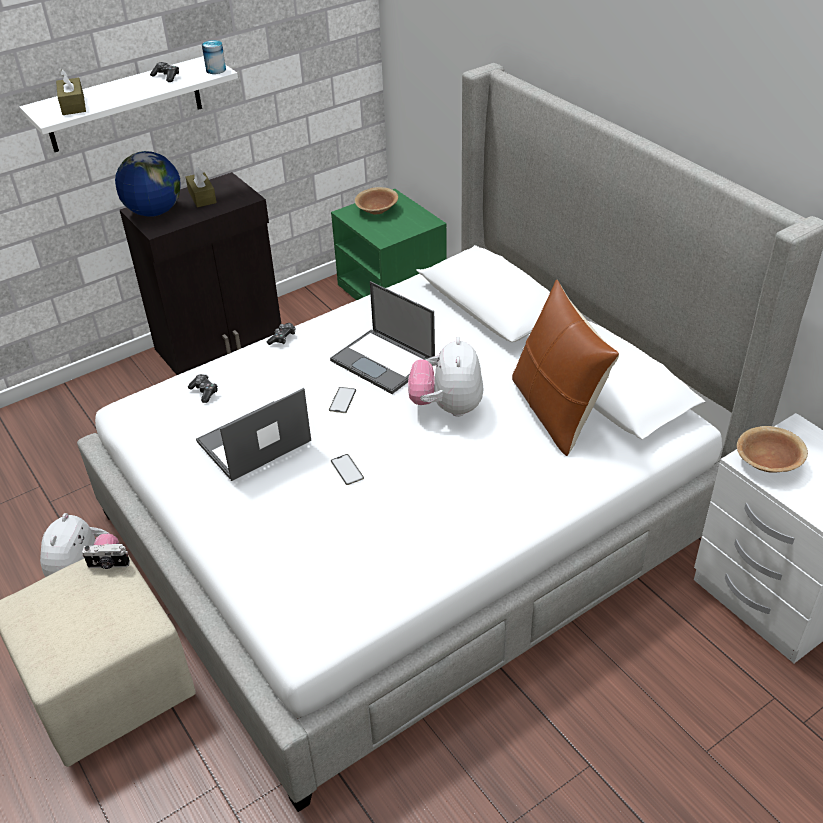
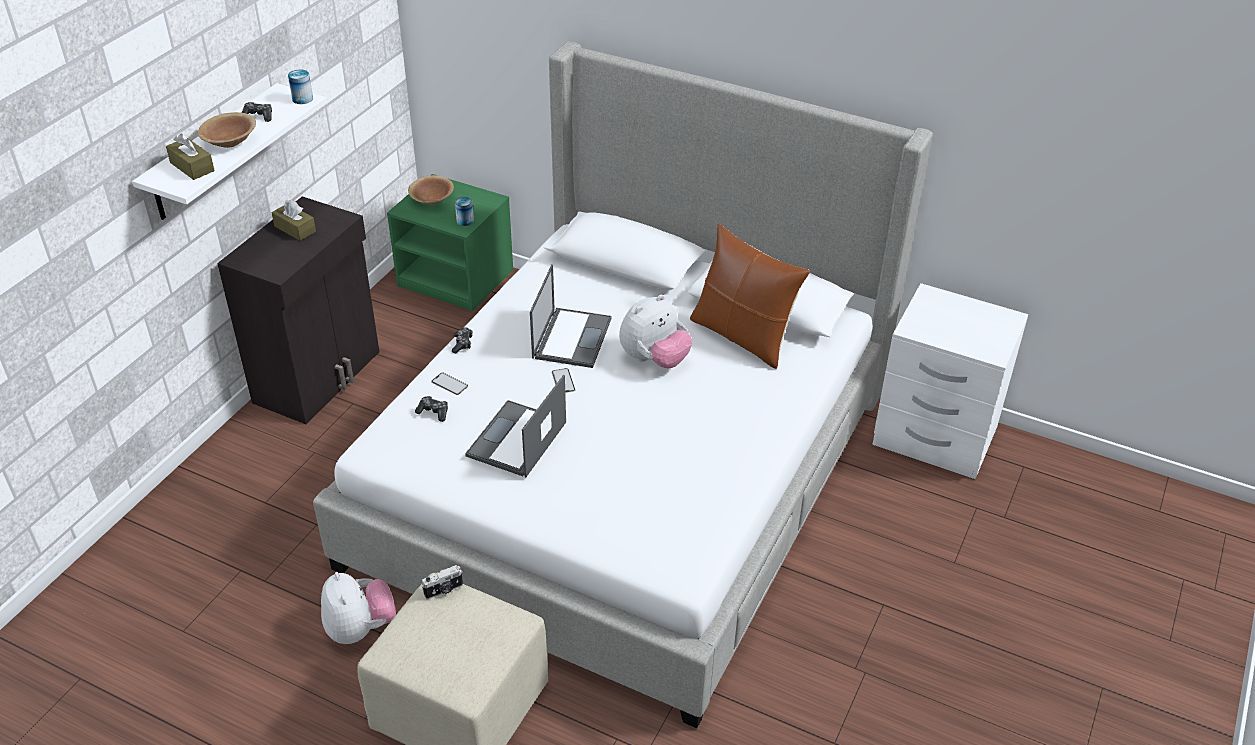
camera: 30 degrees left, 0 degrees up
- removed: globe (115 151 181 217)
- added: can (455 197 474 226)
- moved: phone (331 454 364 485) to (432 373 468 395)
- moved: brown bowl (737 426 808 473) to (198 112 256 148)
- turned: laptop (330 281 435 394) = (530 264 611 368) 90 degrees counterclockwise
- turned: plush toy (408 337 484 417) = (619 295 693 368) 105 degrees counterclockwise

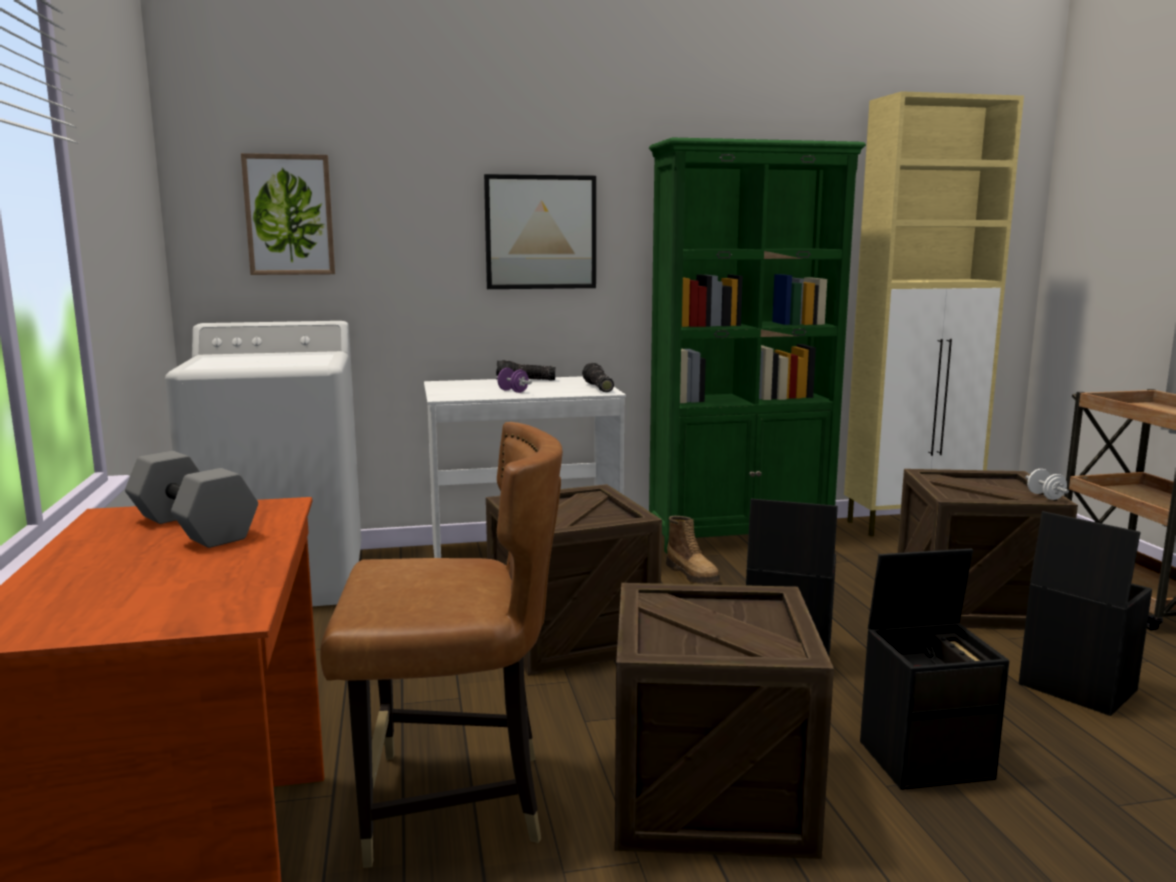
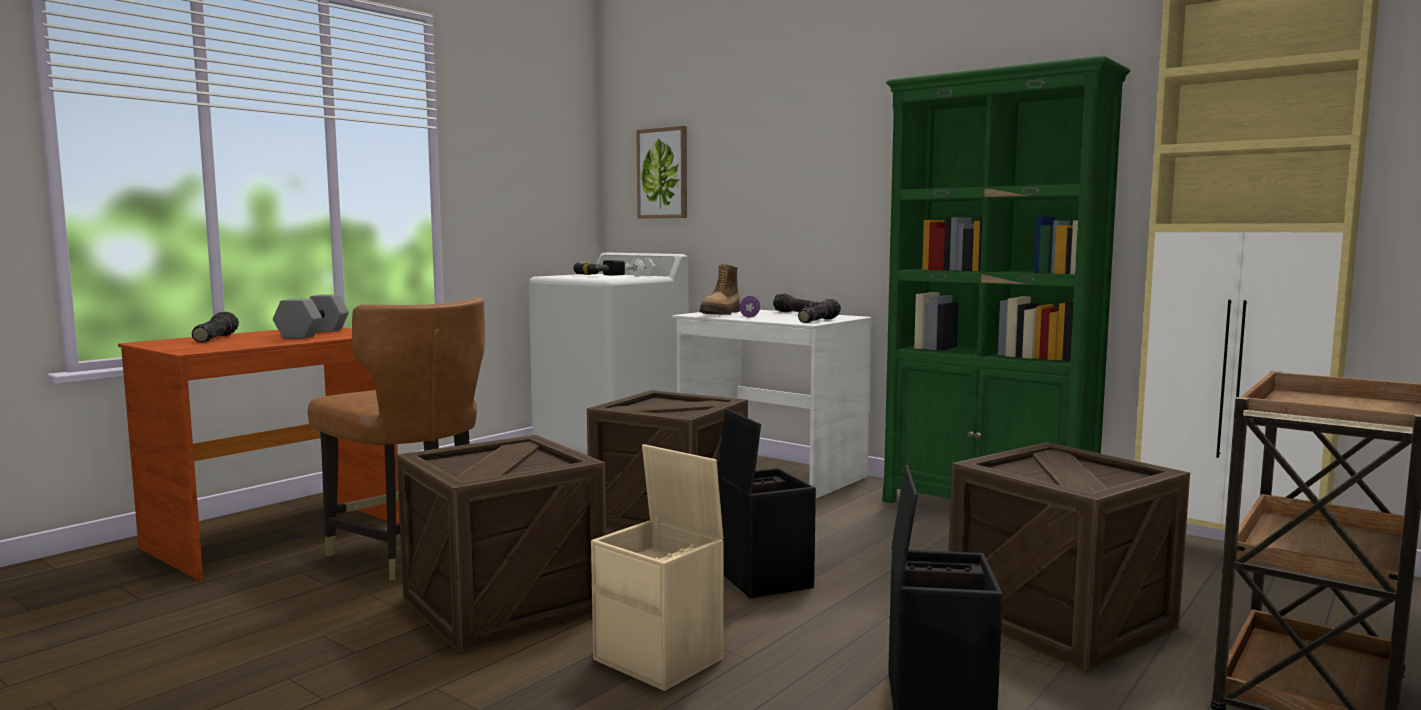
camera: 50 degrees right, 5 degrees down
- removed: picture (484 174 596 289)
- added: flashlight (192 312 239 342)
- added: power drill (573 260 625 276)
- moved: boot (666 516 720 584) to (700 264 740 315)
- moved: white dumbbell (1025 469 1069 500) to (628 258 655 277)
- recoloured: black storage box (860 549 1009 790) to beige storage box (591 444 723 691)

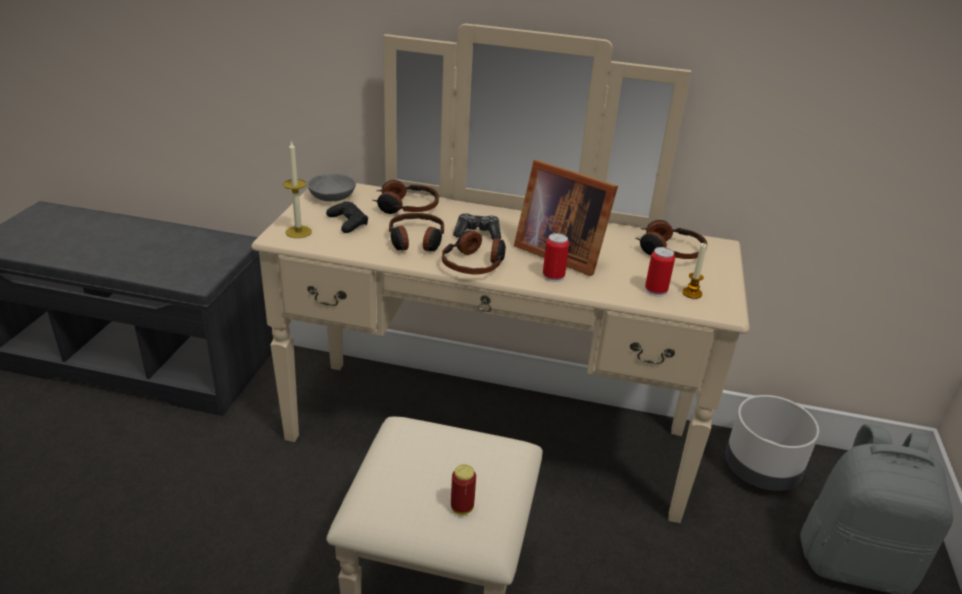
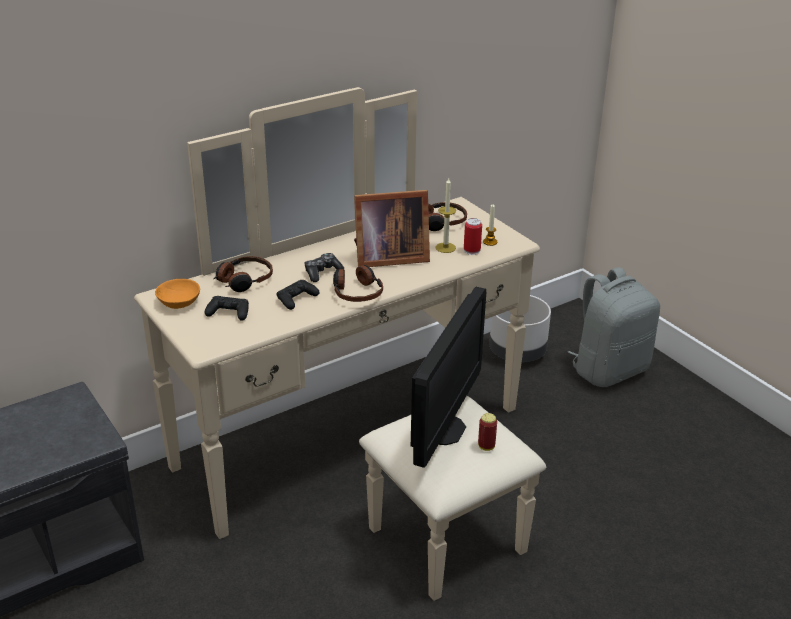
camera: 45 degrees left, 0 degrees up
- removed: can (543 233 569 282)
- added: monitor (411 287 486 468)
- moved: candle (283 141 312 238) to (435 178 456 253)
- replaced: headphones (389 213 444 251) to black game controller (277 280 319 310)
- recoloured: grey bowl (308 174 356 201) to orange bowl (155 279 200 309)

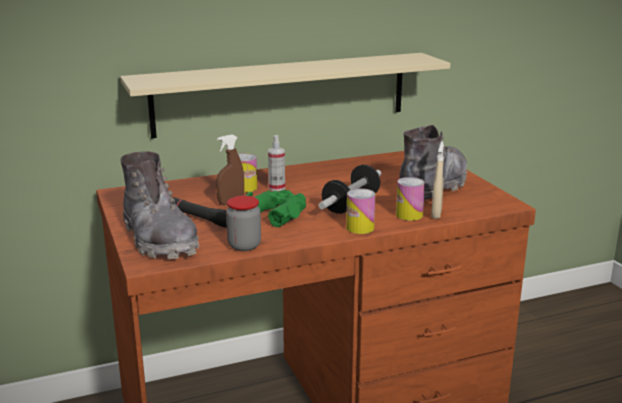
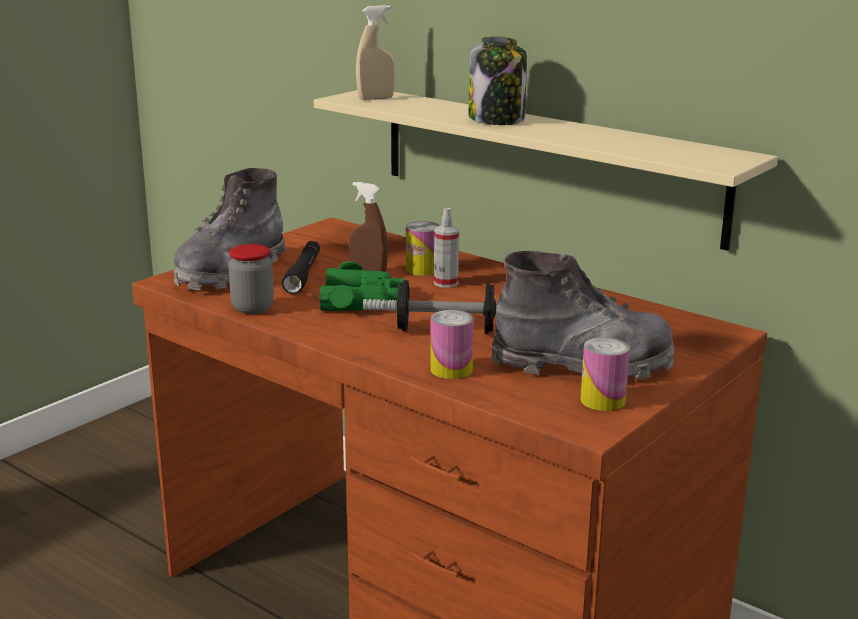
camera: 60 degrees right, 0 degrees up
- added: jar (469 36 527 125)
- moved: can (346 188 375 234) to (581 337 630 411)
- moved: beige spray bottle (431 142 444 219) to (356 5 396 100)

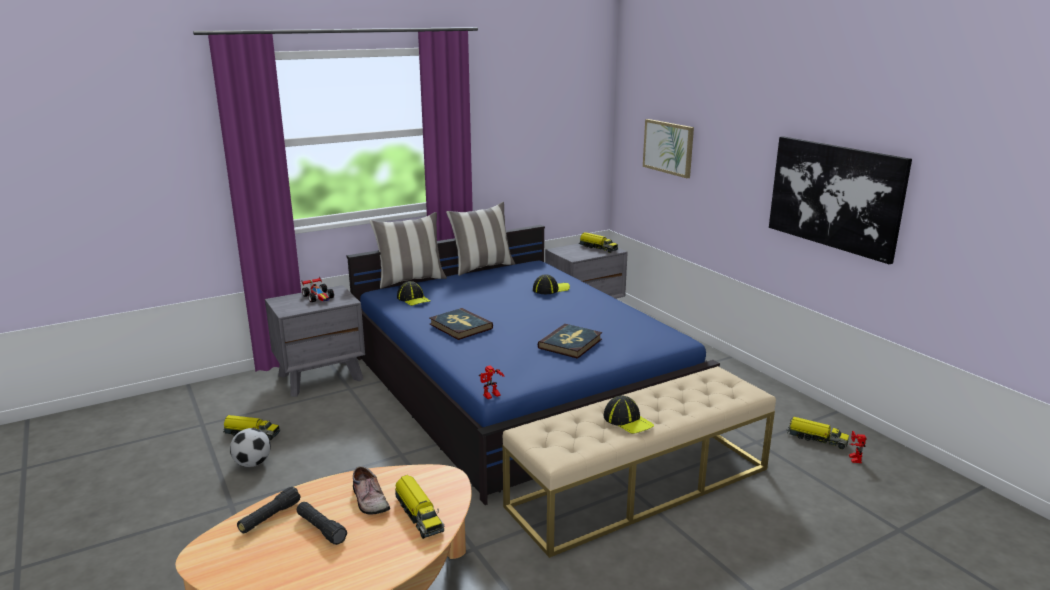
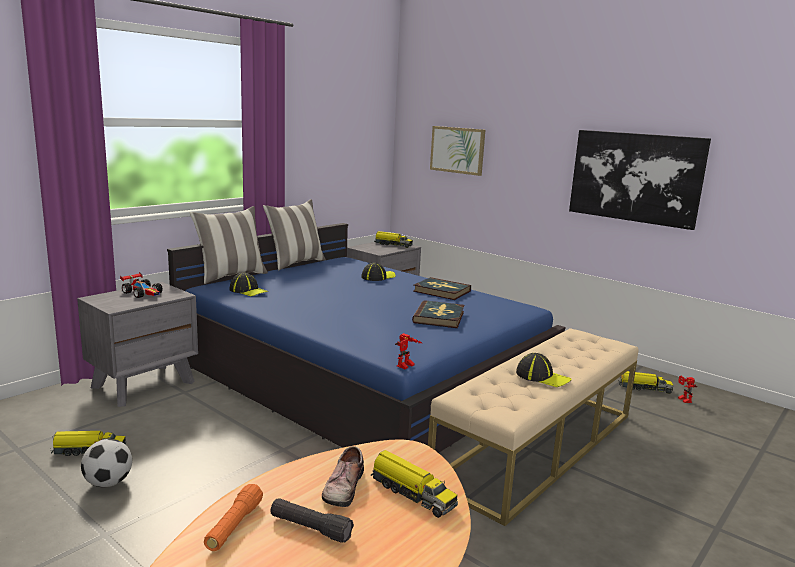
camera: 20 degrees left, 5 degrees down
- moved: book (429 308 493 340) to (414 277 471 300)
- recoloured: black flashlight (237 487 301 534) to orange flashlight (204 484 263 551)
- turned: shoe (353 466 390 515) = (322 446 364 507) 60 degrees clockwise

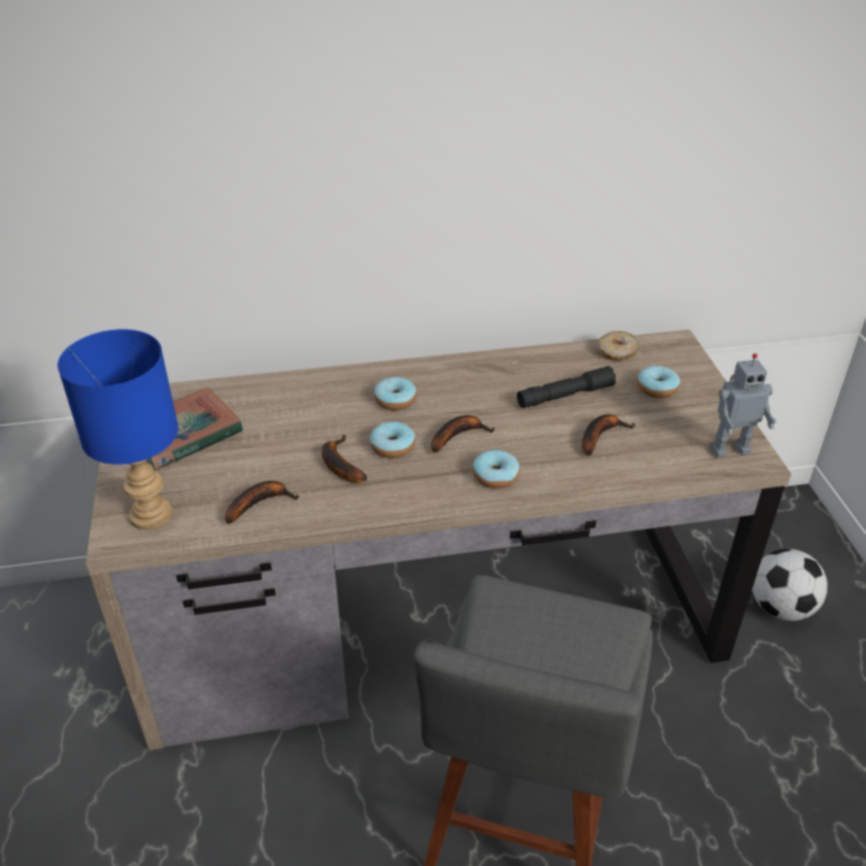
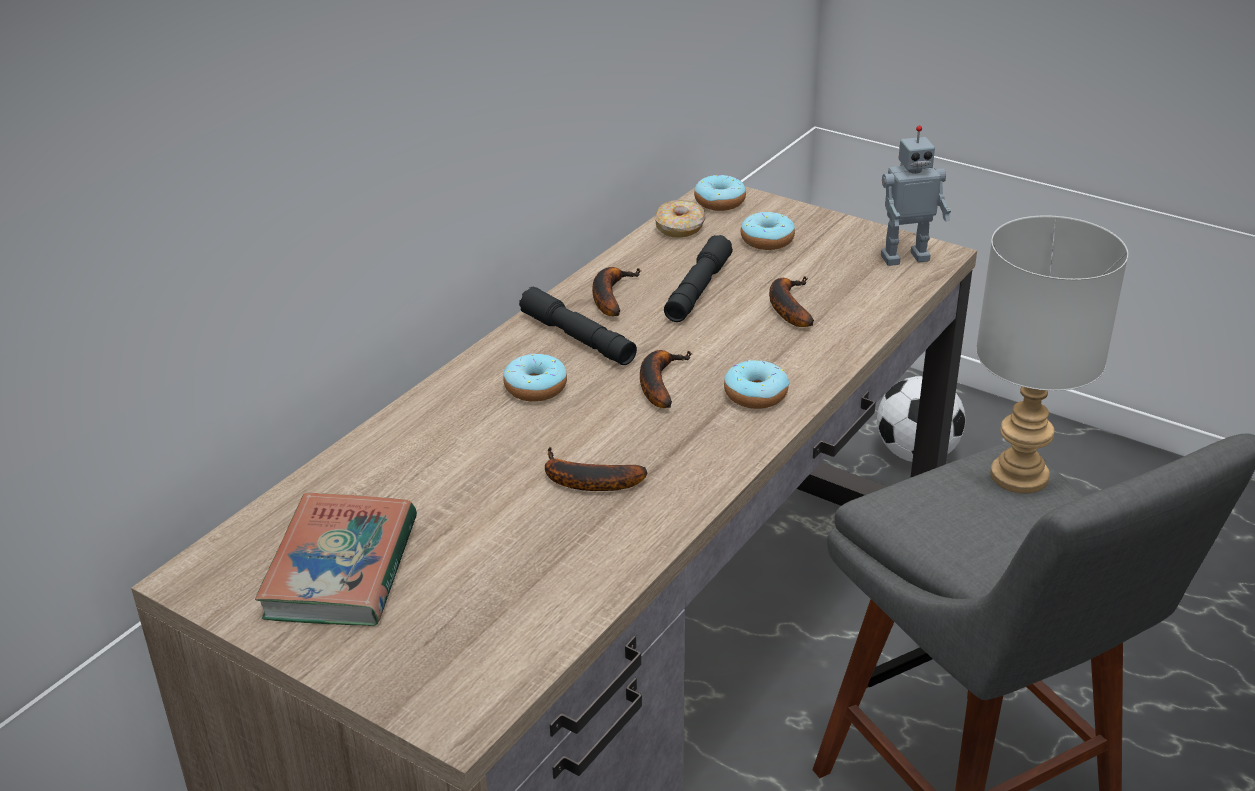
camera: 45 degrees left, 5 degrees down
- removed: blue table lamp (57 329 178 530)
- added: black flashlight (519 287 637 365)
- added: grey table lamp (976 215 1128 494)
- moved: banana (225 481 299 524) to (592 267 641 316)
- moved: donut (370 422 415 458) to (694 175 746 211)
- turned: toy robot (710 353 776 458) = (881 126 951 266) 45 degrees clockwise

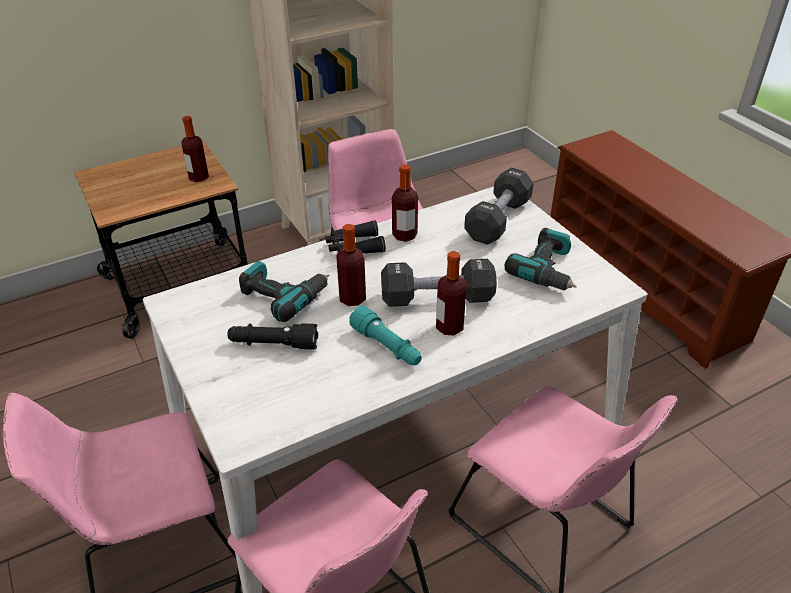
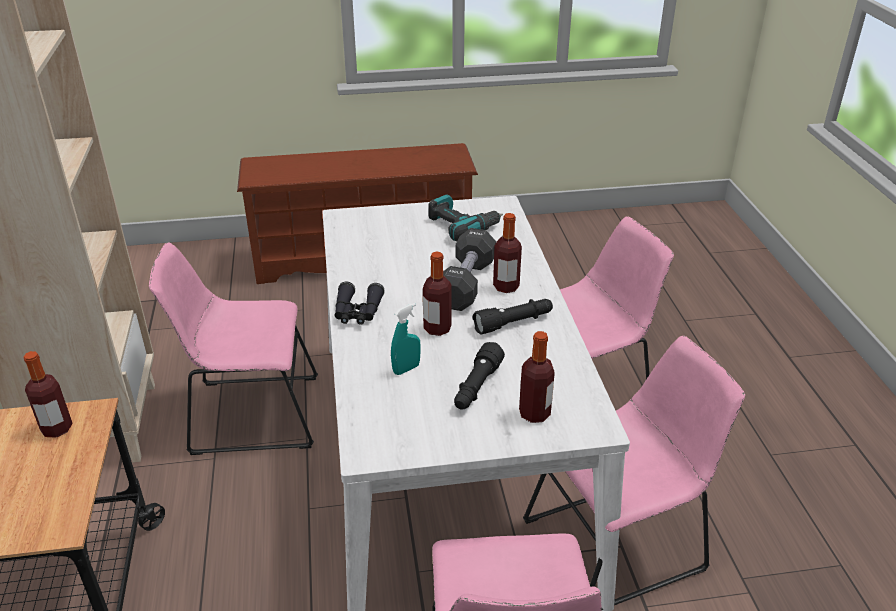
camera: 70 degrees left, 5 degrees down
- removed: black dumbbell (464 168 534 245)
- moved: bottle (392 164 418 242) to (519 331 555 423)
- replaced: power drill (239 261 329 322) to turquoise spray bottle (391 303 421 375)
- recoloured: turquoise flashlight (349 305 422 365) to black flashlight (473 299 553 335)

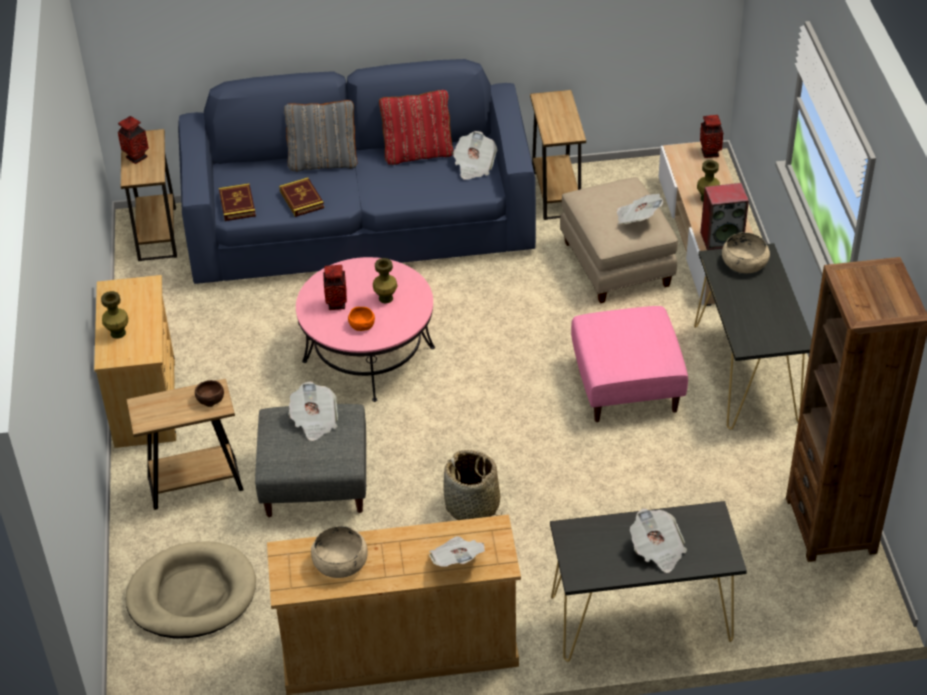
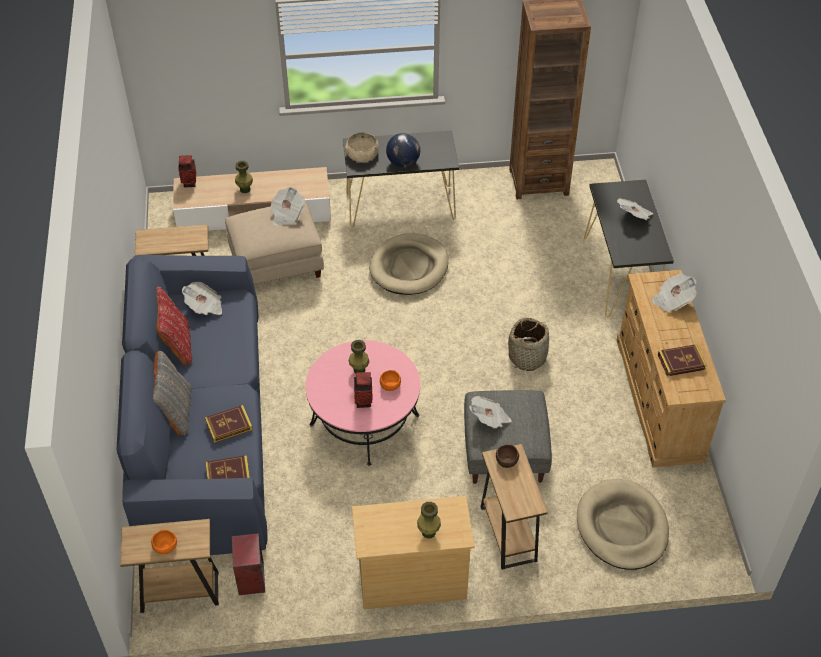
camera: 90 degrees left, 5 degrees up
- added: globe (386 133 420 168)
- moved: speaker (700 183 749 250) to (232 533 265 595)
- replaced: vase (118 116 149 164) to orange bowl (151 530 177 554)
- replaced: beige bowl (311 526 368 578) to book (658 344 707 377)
- replaced: pink ottoman (571 306 688 422) to beige dog bed (369 233 448 295)

